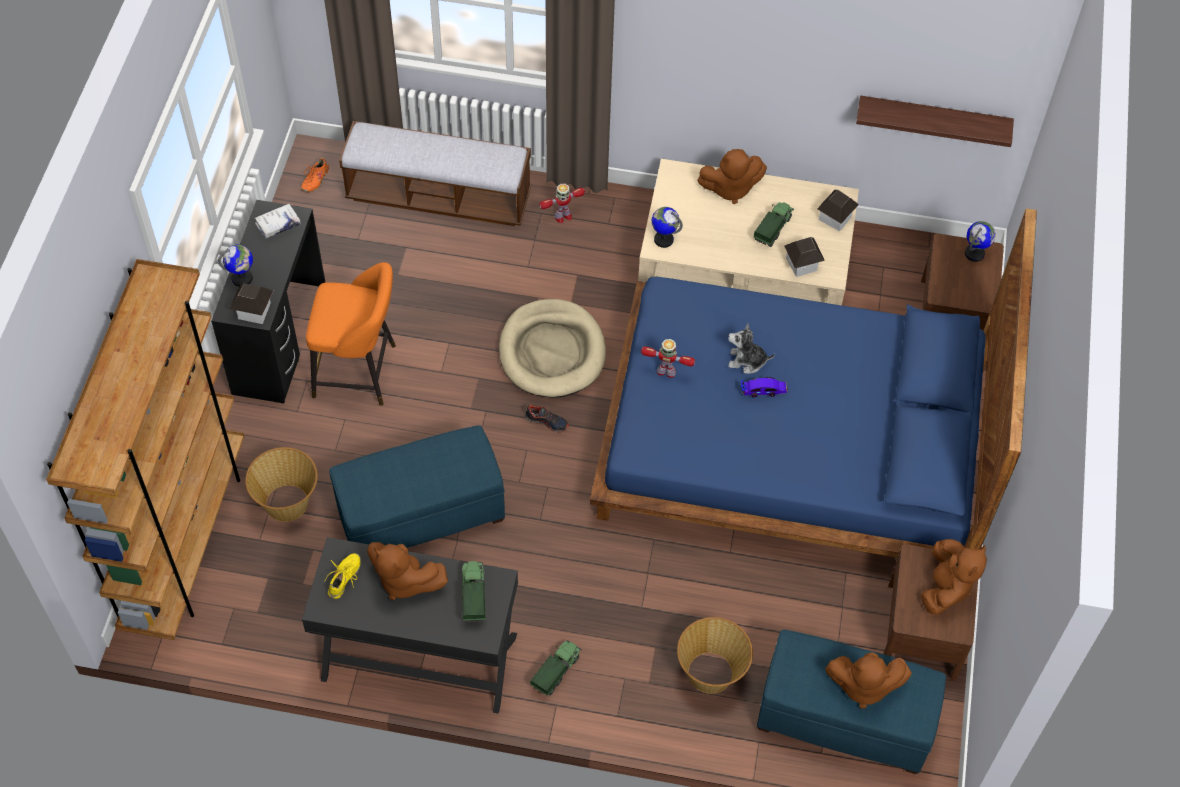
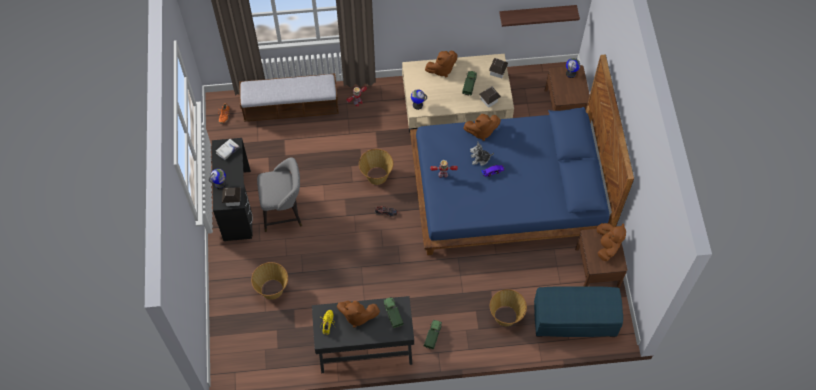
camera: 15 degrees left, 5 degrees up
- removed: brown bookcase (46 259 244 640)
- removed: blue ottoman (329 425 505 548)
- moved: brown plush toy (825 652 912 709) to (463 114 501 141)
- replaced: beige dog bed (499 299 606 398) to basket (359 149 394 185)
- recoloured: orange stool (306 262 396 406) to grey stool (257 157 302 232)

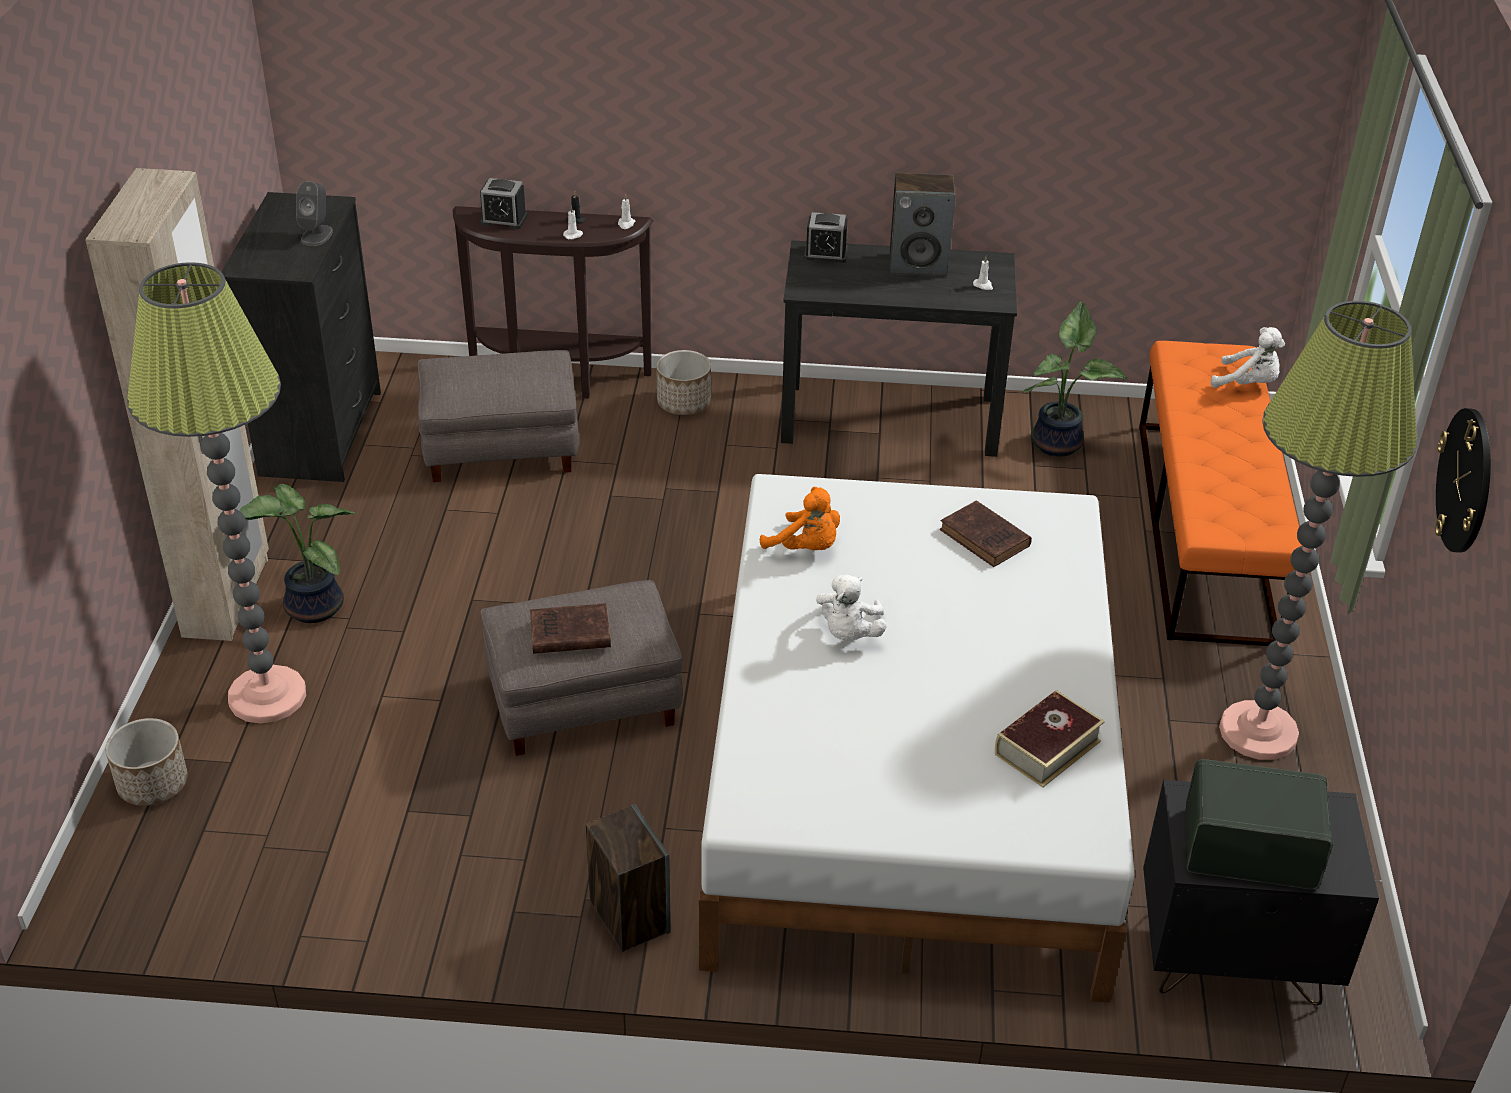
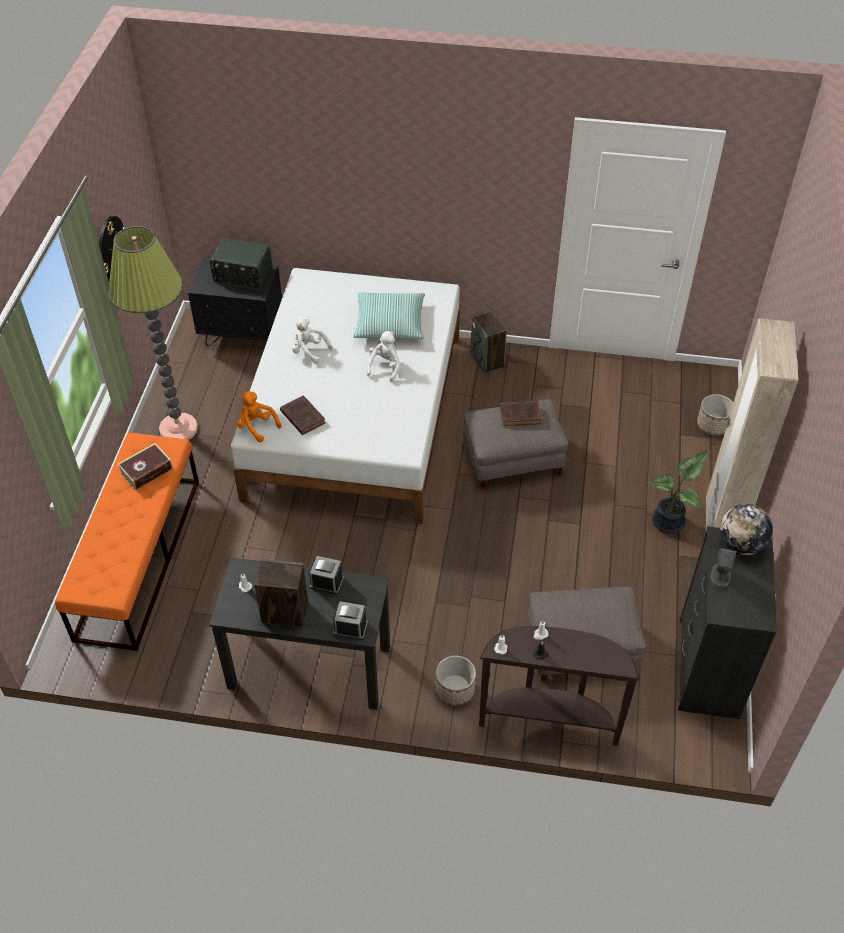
camera: 175 degrees left, 10 degrees up
- removed: floor lamp (127 262 306 724)
- removed: potted plant (1022 302 1126 457)
- added: pillow (353 292 425 339)
- added: globe (720 504 773 555)
- moved: alarm clock (480 178 528 229) to (309 556 344 594)
- moved: orange plush toy (760 487 840 550) to (236 391 281 442)
- moved: book (995 690 1105 788) to (117 443 173 490)
- moved: white plush toy (1211 327 1285 388) to (292 317 333 364)

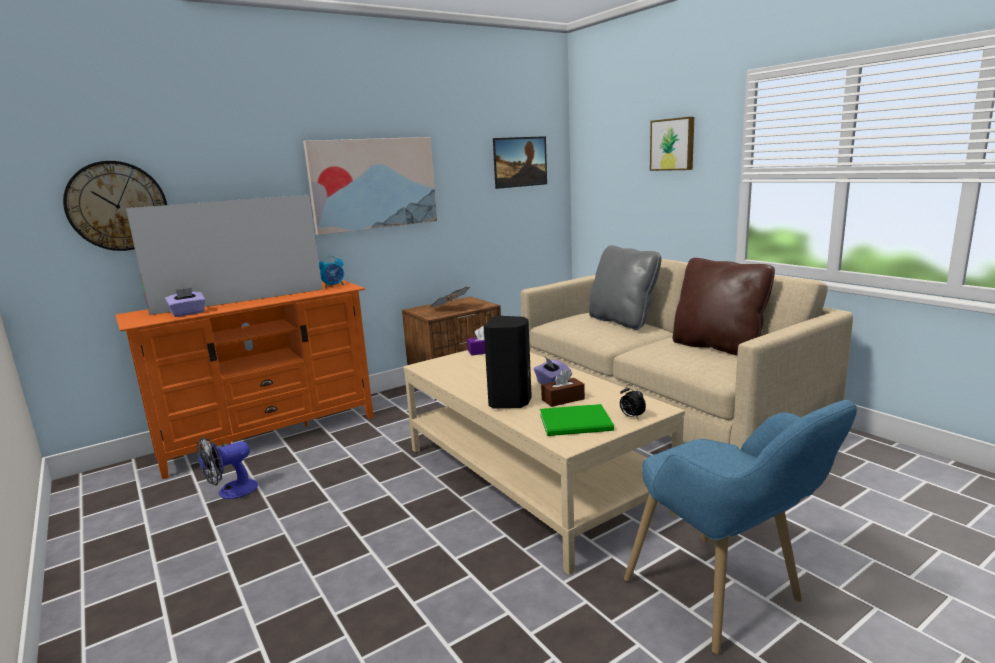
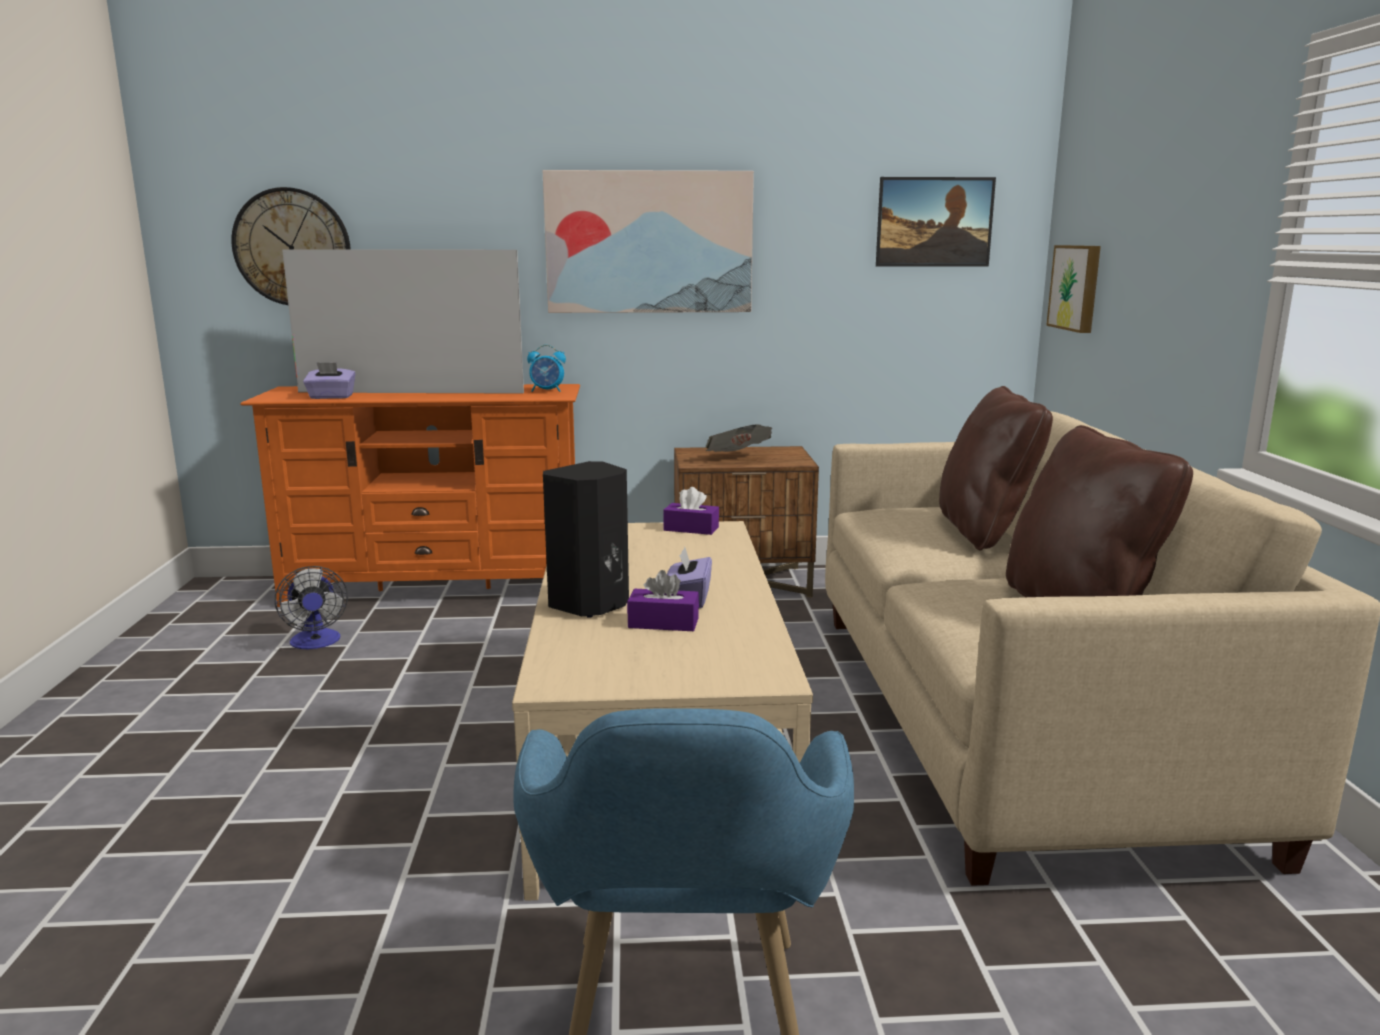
camera: 30 degrees right, 0 degrees up
- removed: green book (540 404 614 436)
- removed: alarm clock (620 385 646 419)
- moved: picture (650 117 694 171) to (1046 245 1101 333)
- recoloured: brown tissue box (541 369 585 407) to purple tissue box (627 570 699 631)
- recoloured: grey pillow (589 245 661 330) to brown pillow (939 386 1053 550)
- turned: fan (197 437 258 499) = (275 566 348 649) 105 degrees counterclockwise

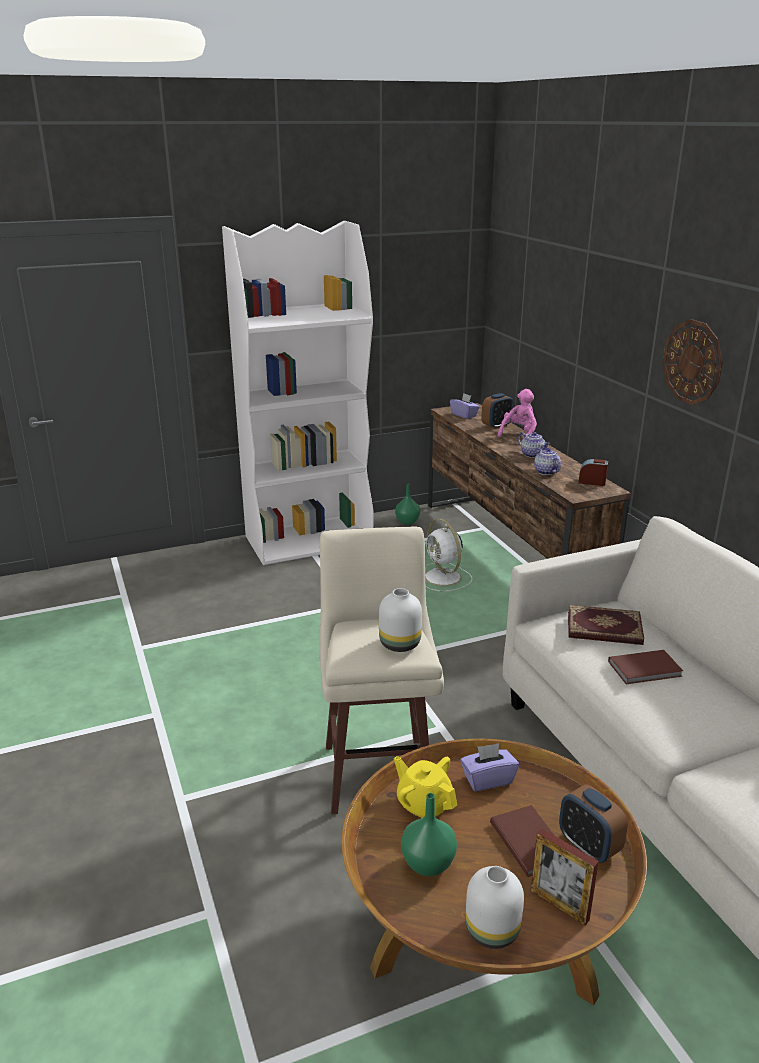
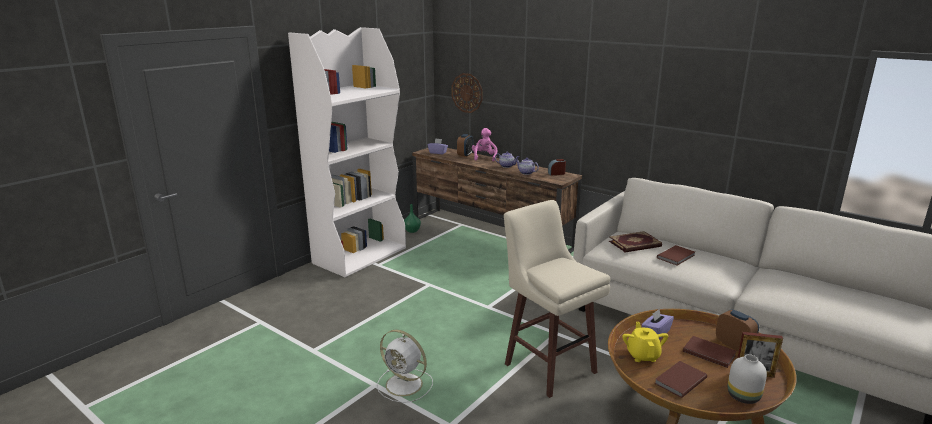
camera: 30 degrees left, 5 degrees down
- removed: white vase (379 588 422 652)
- moved: white fan (425 518 472 591) to (377 330 433 403)
- moved: wall clock (663 319 723 405) to (451 73 483 113)
- replaced: green vase (401 793 457 876) to brown book (654 361 707 398)
- turned: yellow teapot (394 756 457 818) = (622 322 668 362) 75 degrees clockwise
- turned: alarm clock (559 784 628 863) = (716 309 759 351) 150 degrees counterclockwise

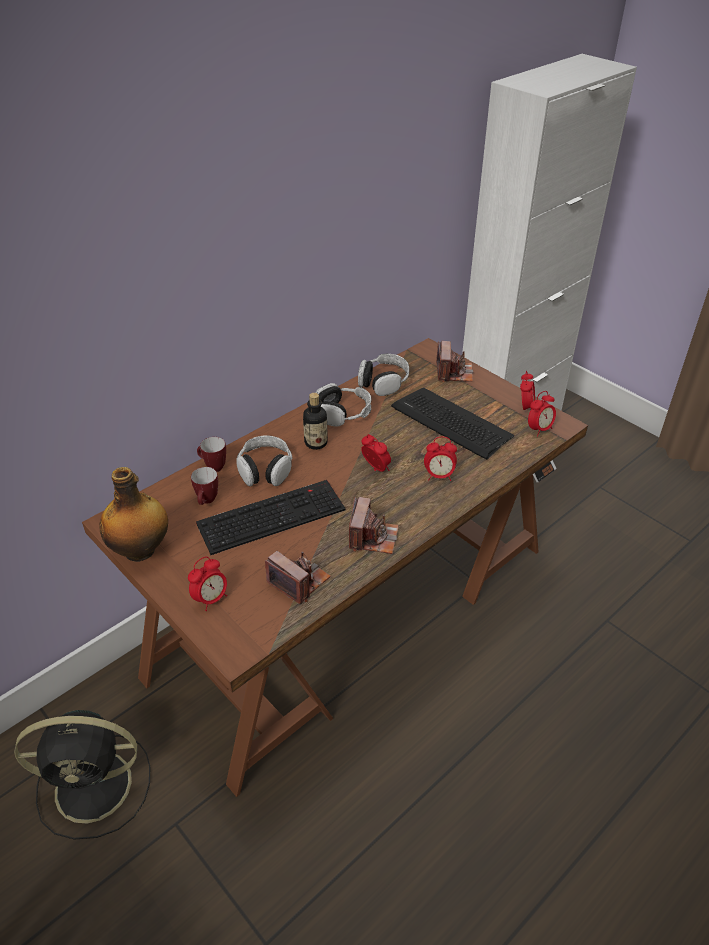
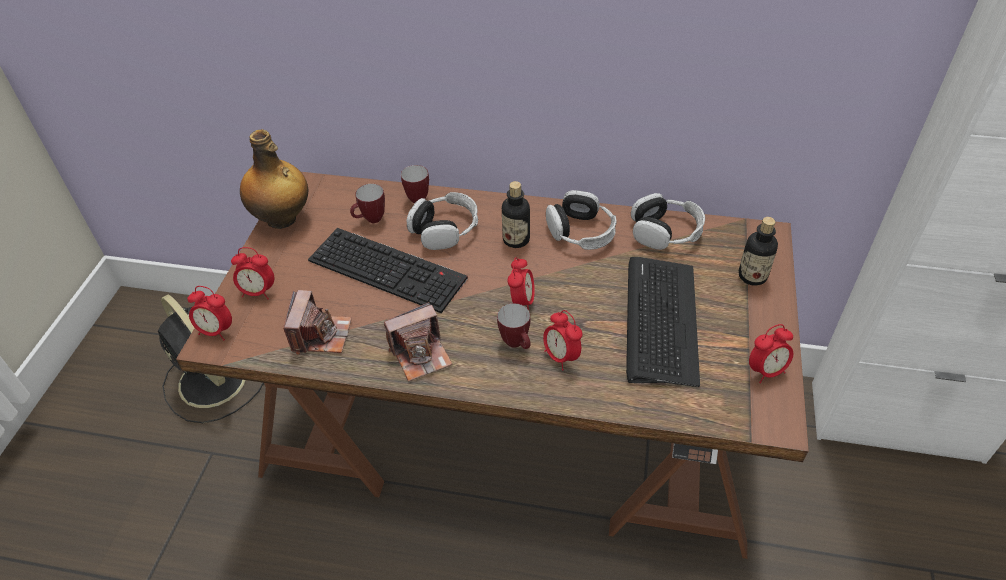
camera: 55 degrees right, 5 degrees up
- added: mug (497 303 531 349)
- moved: alarm clock (528 391 556 437) to (187 286 232 341)
- replaced: photo camera (436 341 474 382) to bottle (738 217 778 286)

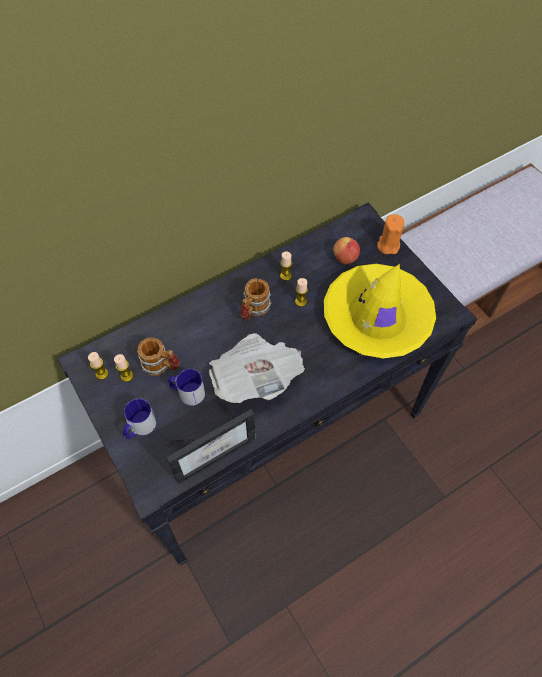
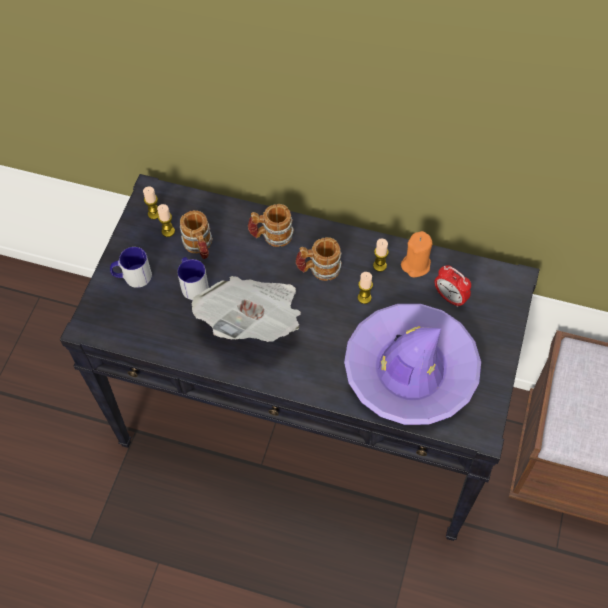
camera: 50 degrees right, 0 degrees up
- removed: picture frame (165 409 256 484)
- added: mug (248 204 294 247)
- moved: orange candle (377 214 404 254) to (401 231 432 277)
- replaced: apple (333 237 360 264) to alarm clock (435 265 471 307)
- recoloured: yellow hat (324 264 436 358) to purple hat (344 304 481 425)

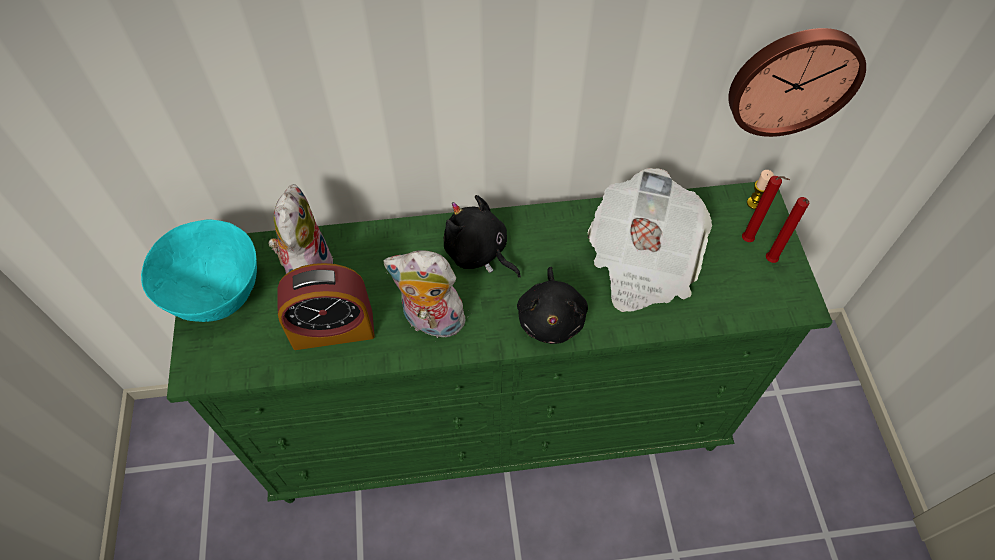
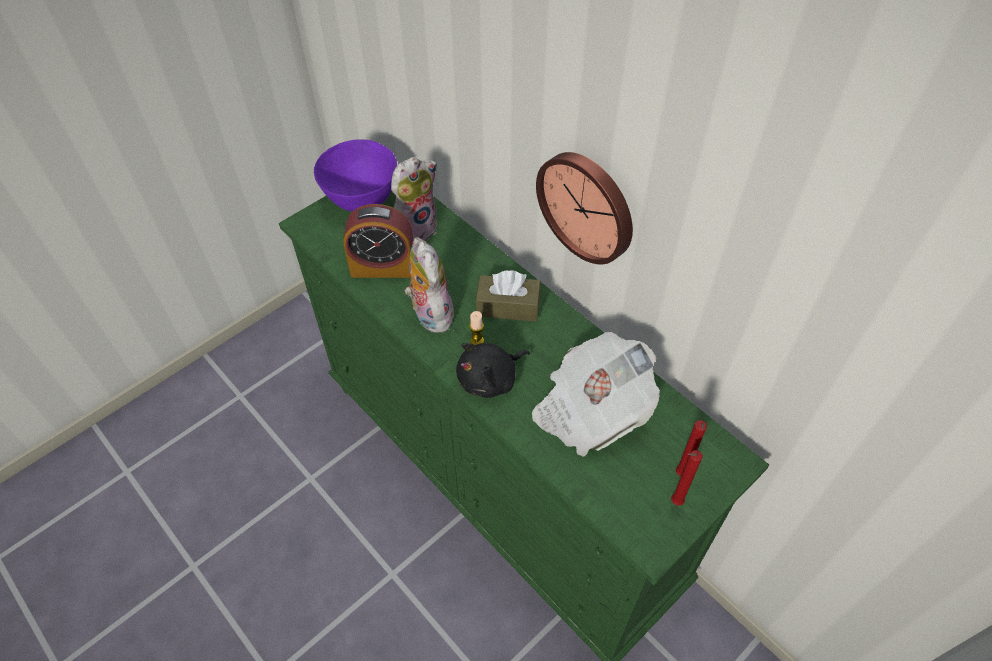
camera: 55 degrees right, 5 degrees down
- moved: wall clock (728 28 866 137) to (536 152 633 265)
- moved: candle (747 170 774 209) to (469 311 484 345)
- replaced: black plush toy (444 195 521 278) to brown tissue box (476 271 541 322)
- recoloured: turquoise bowl (141 220 257 322) to purple bowl (314 139 397 212)
- turned: alarm clock (277 263 375 350) = (343 204 413 278) 45 degrees counterclockwise

